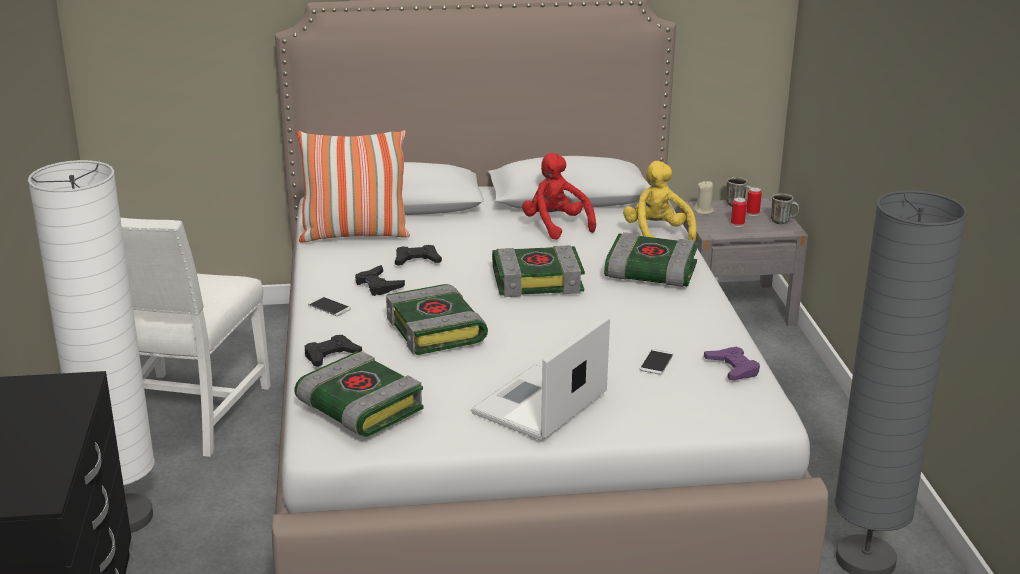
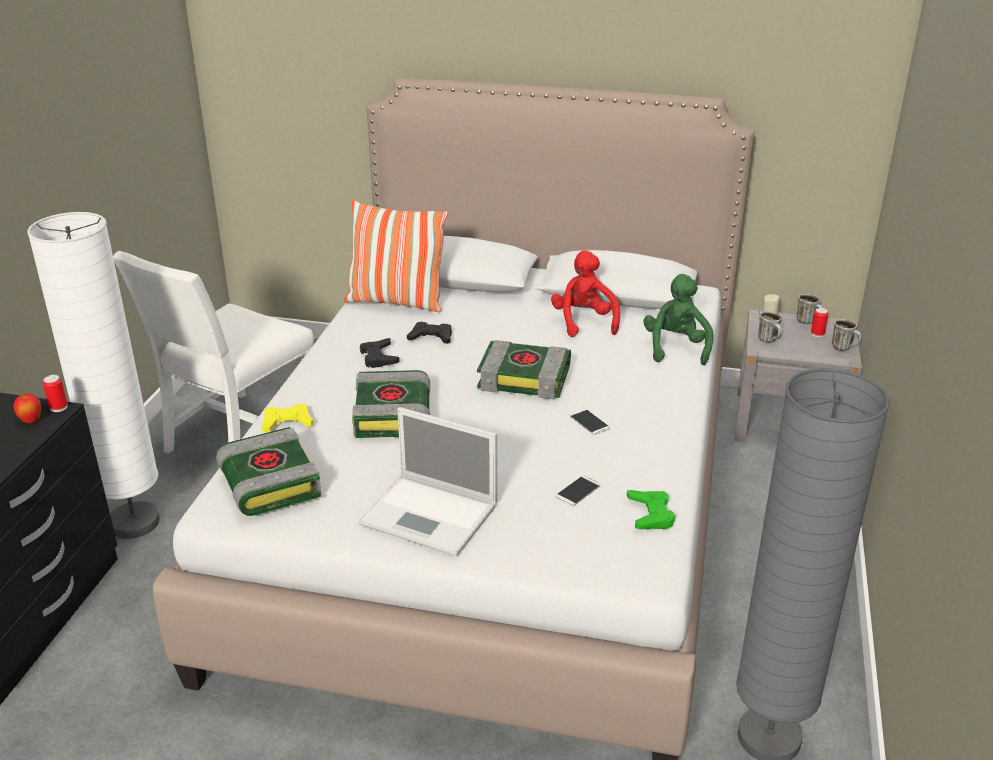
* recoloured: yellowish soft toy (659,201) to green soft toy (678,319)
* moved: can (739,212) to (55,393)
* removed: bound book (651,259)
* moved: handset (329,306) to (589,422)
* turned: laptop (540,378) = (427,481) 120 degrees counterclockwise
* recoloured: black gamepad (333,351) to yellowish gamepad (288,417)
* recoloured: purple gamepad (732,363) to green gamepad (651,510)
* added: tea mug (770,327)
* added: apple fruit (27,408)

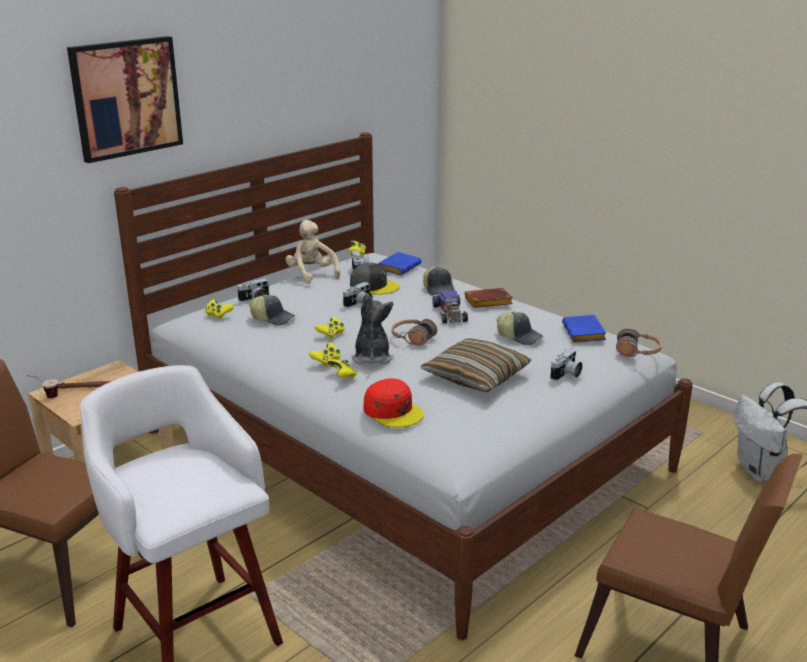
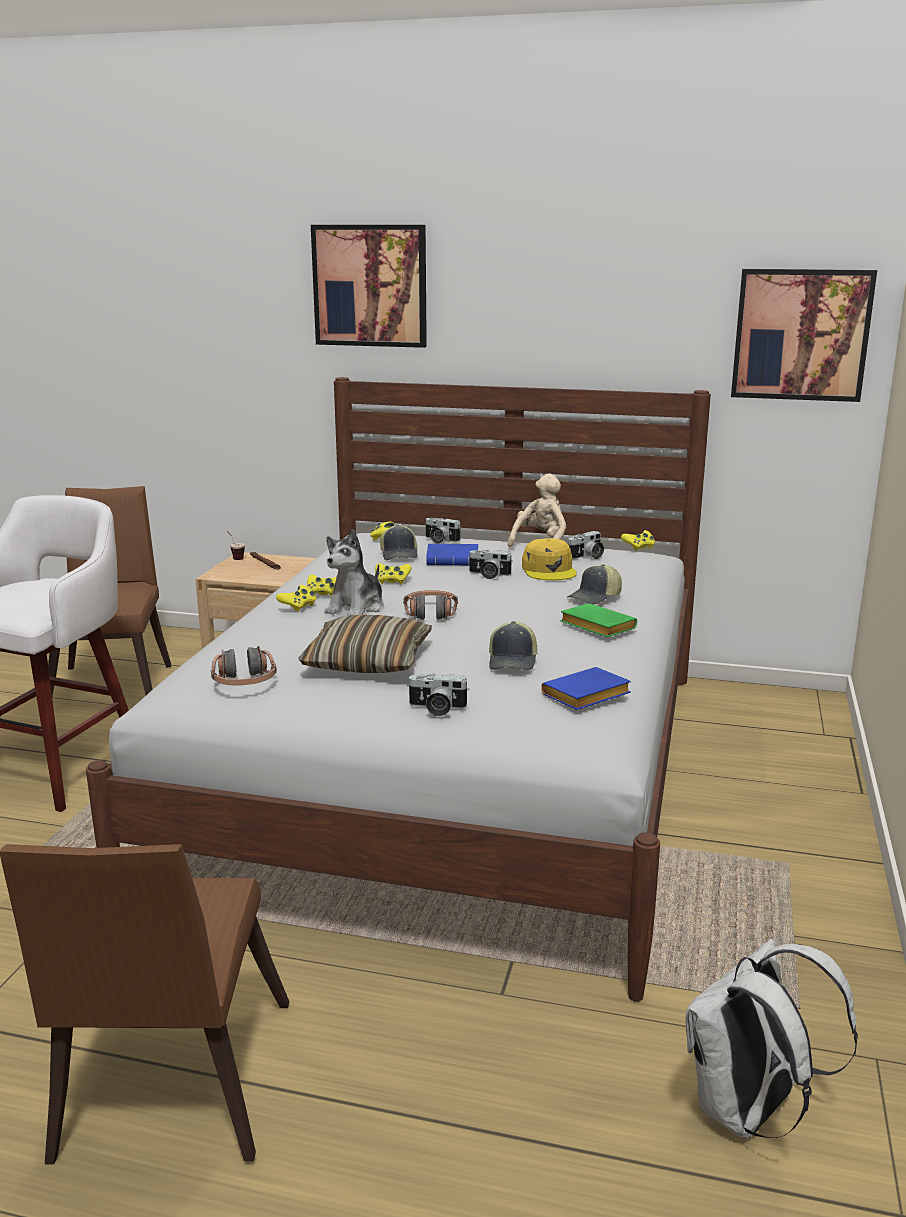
* moved: blue bound book (399,263) to (452,555)
* recoloured: grey peaked cap (374,279) to yellowish peaked cap (549,559)
* recoloured: brown bound book (489,298) to green bound book (598,620)
* removed: toy car (450,306)
* turned: soft toy (372,329) = (354,573) 150 degrees clockwise
* moved: headphones (639,343) to (244,666)
* removed: red peaked cap (393,403)
* added: wall art (804,335)

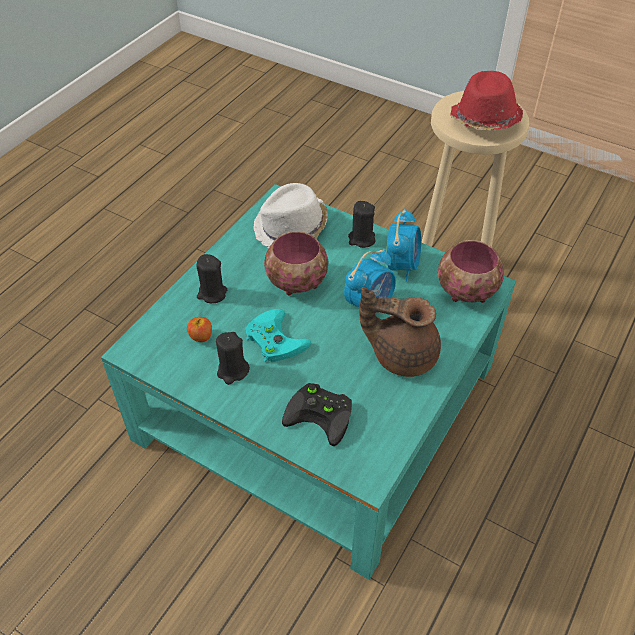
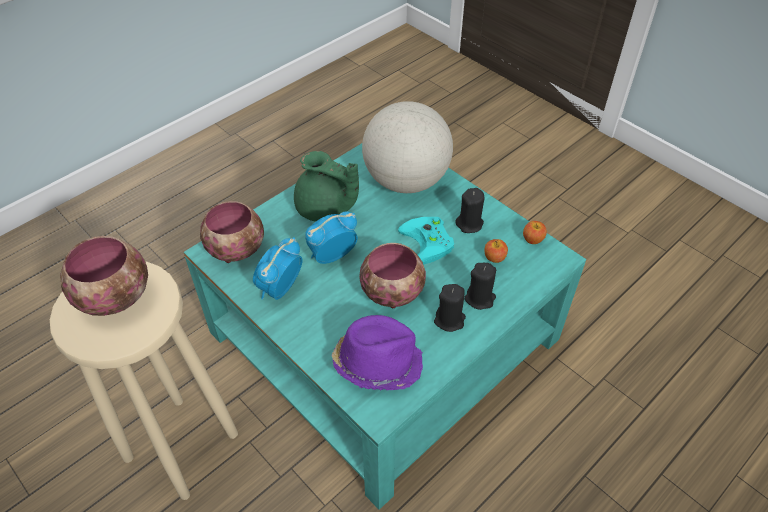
* replaced: red clothing hat (487,101) to serving bowl (104,276)
* recoloured: whitish clothing hat (290,215) to purple clothing hat (377,353)
* moved: black wax light (361,224) to (450,308)
* recoloured: brown pot for tea (400,332) to green pot for tea (326,186)
* replaced: black gamepad (317,414) to desk globe (407,147)
* added: apple fruit (535,232)

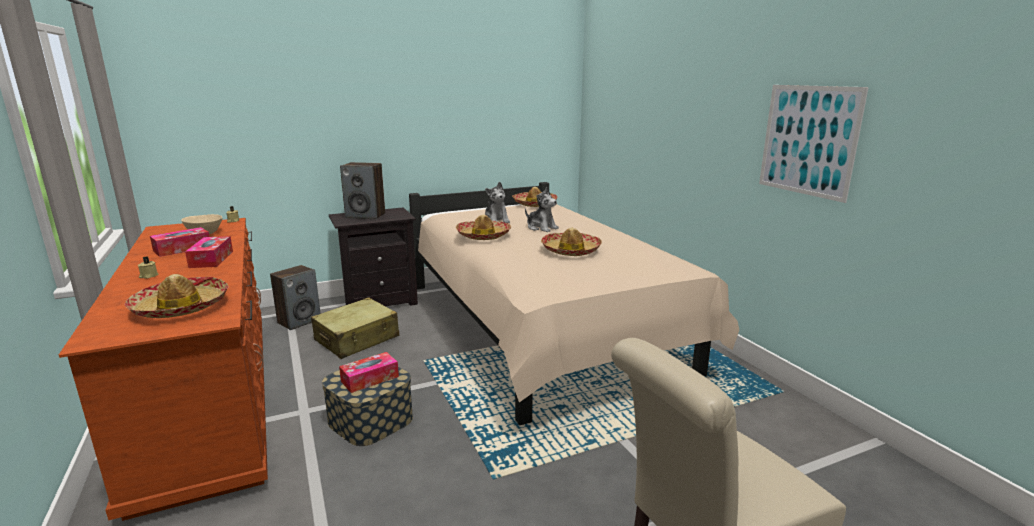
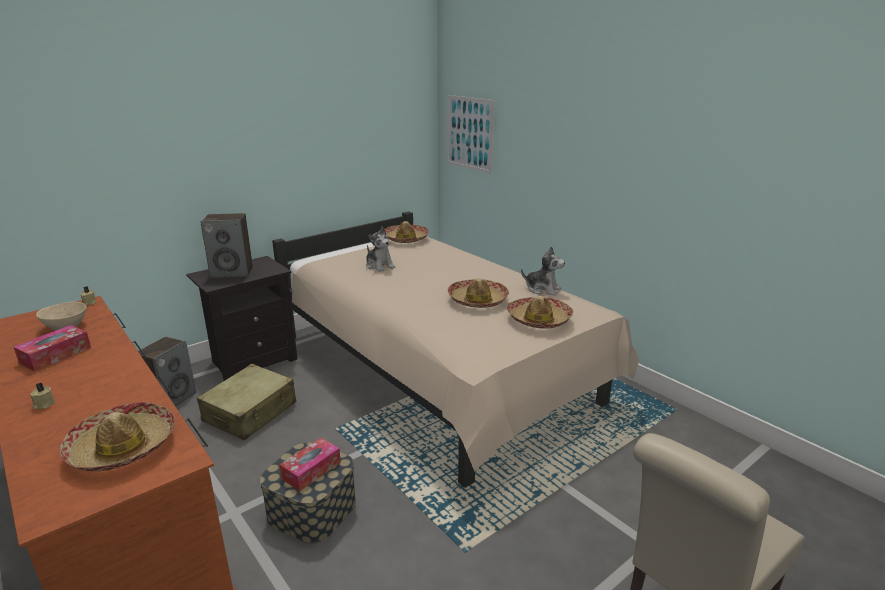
* moved: wall art (814,144) to (471,134)
* moved: soft toy (542,209) to (543,271)
* moved: clothing hat (483,227) to (540,312)
* removed: tissue holder (209,252)

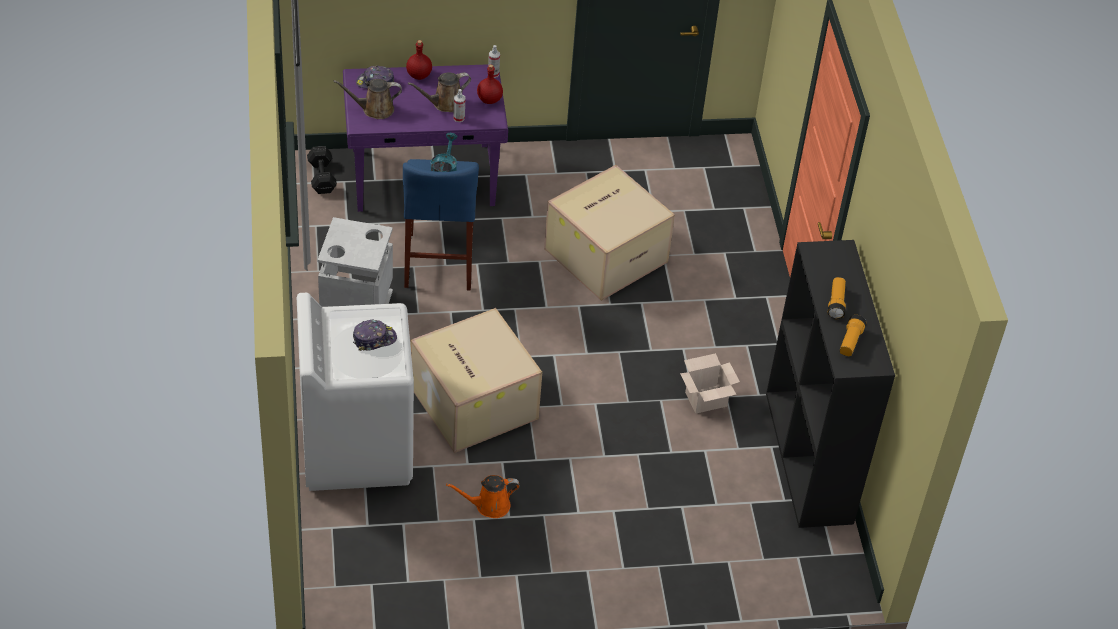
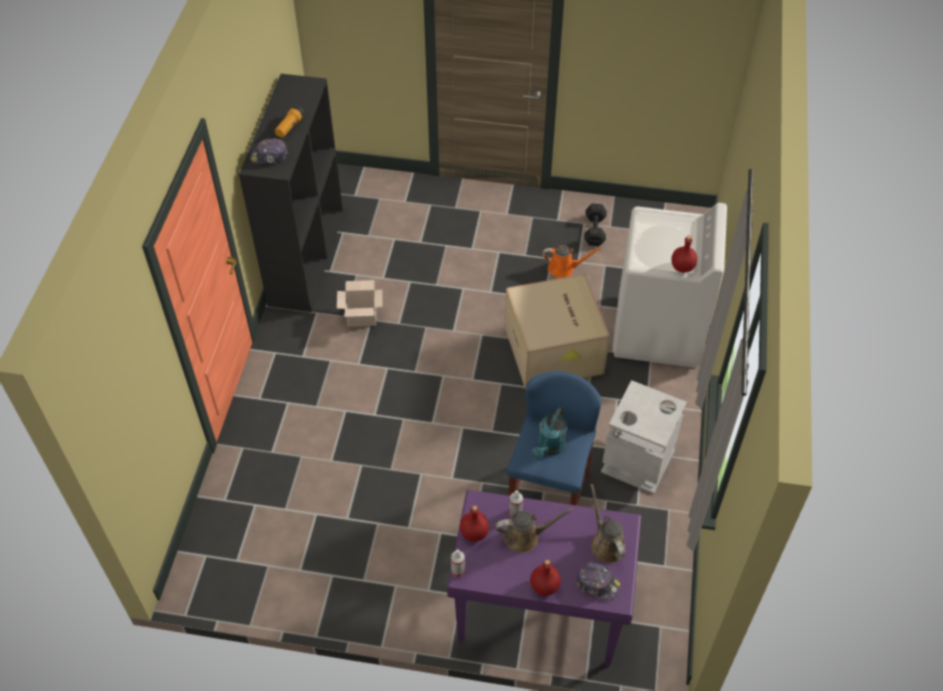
* turned: brown watering pot (367,99) = (607,523) 120 degrees counterclockwise
* moved: black free weight (322,170) to (595,225)
* removed: cardboard box (609,233)
* removed: hand torch (853,335)
* moved: peaked cap (375,335) to (269,151)
* added: red beverage bottle (684,254)

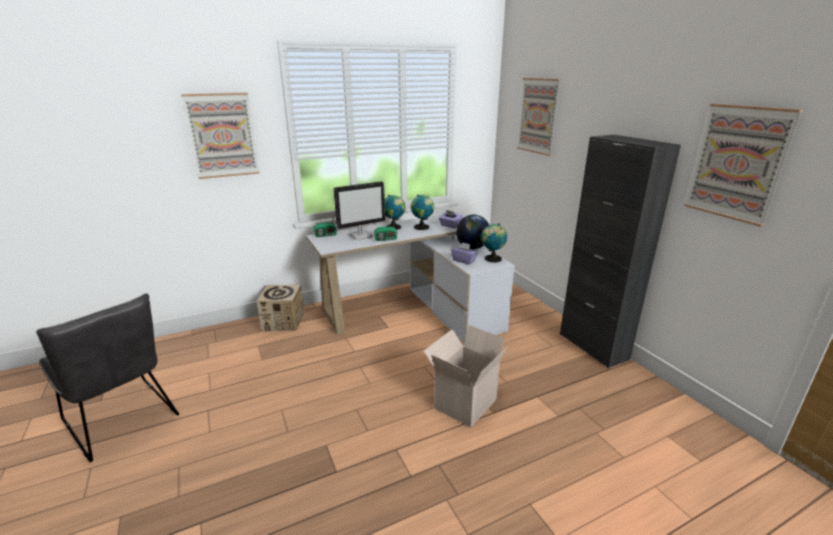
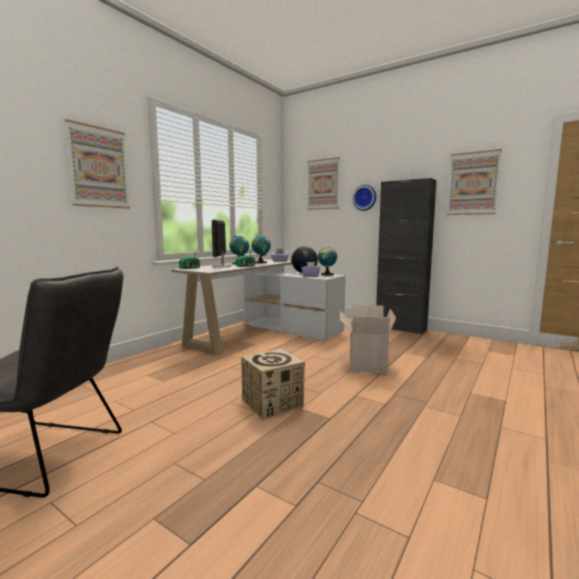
* turned: monitor (359,211) = (221,243) 150 degrees clockwise
* moved: cardboard box (280,308) to (273,384)
* added: wall clock (364,198)

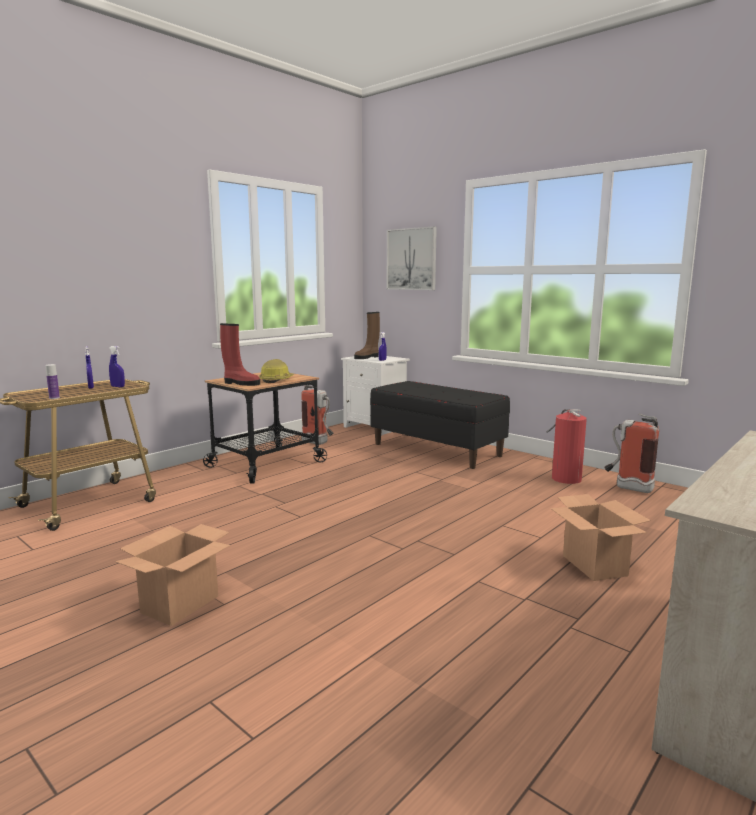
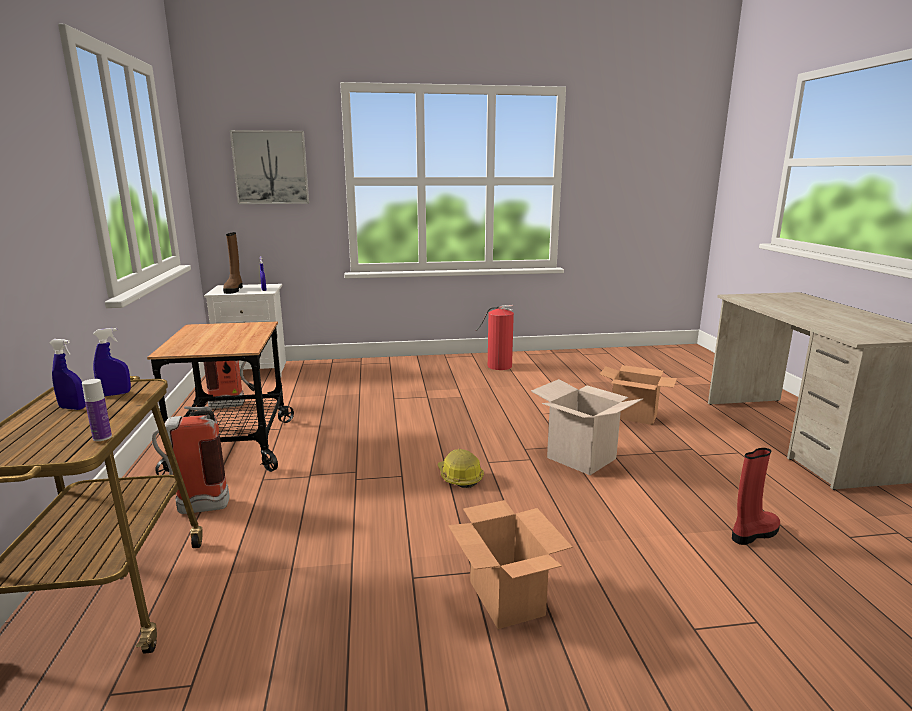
* moved: red boot (240,354) to (756,496)
* moved: work helmet (276,371) to (460,468)
* removed: black bench (440,425)
* moved: fire extinguisher (631,453) to (191,460)
* added: cardboard box (587,427)

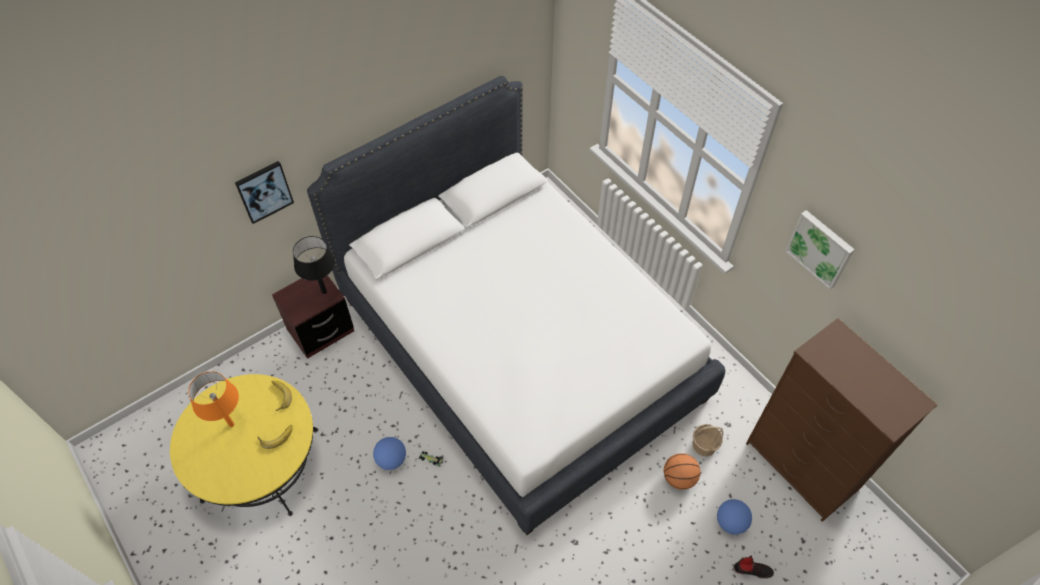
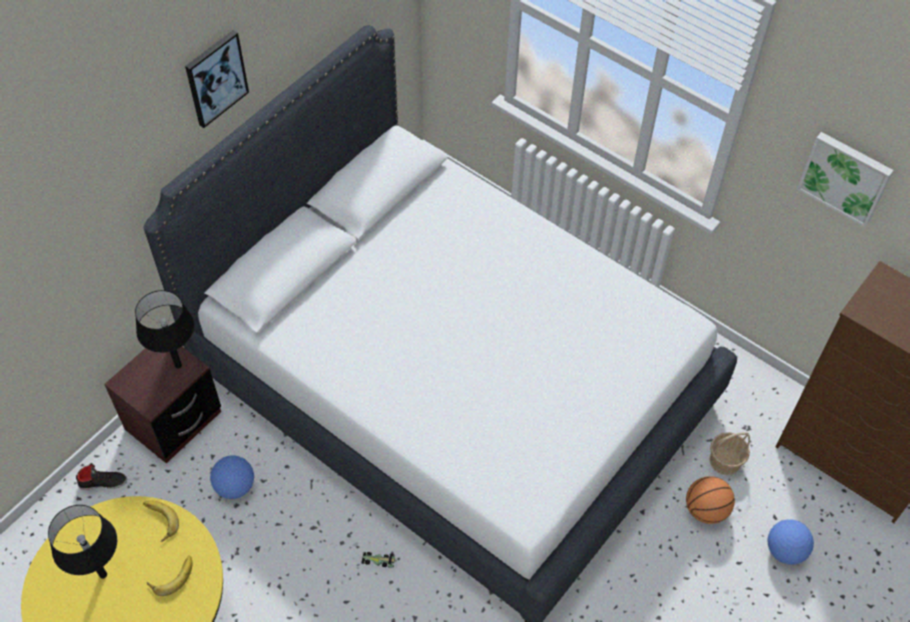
* moved: wall art (264,192) to (217,79)
* recoloured: orange lamp for a table (213,399) to black lamp for a table (82,542)
* moved: football ball (389,453) to (232,477)
* moved: black shoe (753,567) to (101,476)

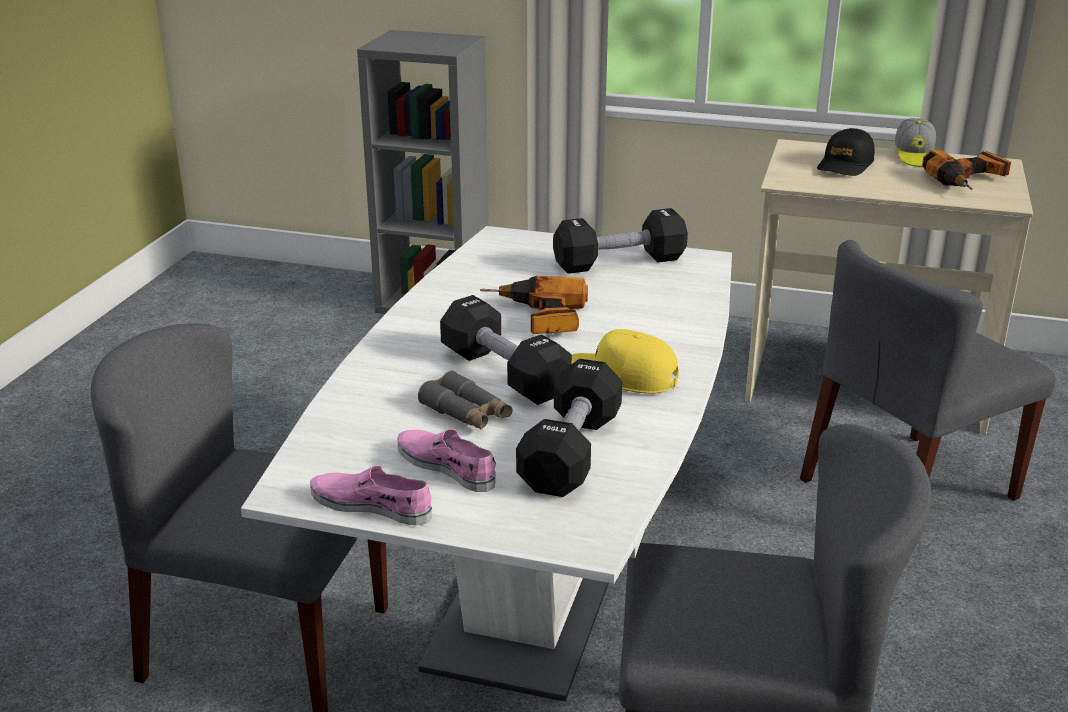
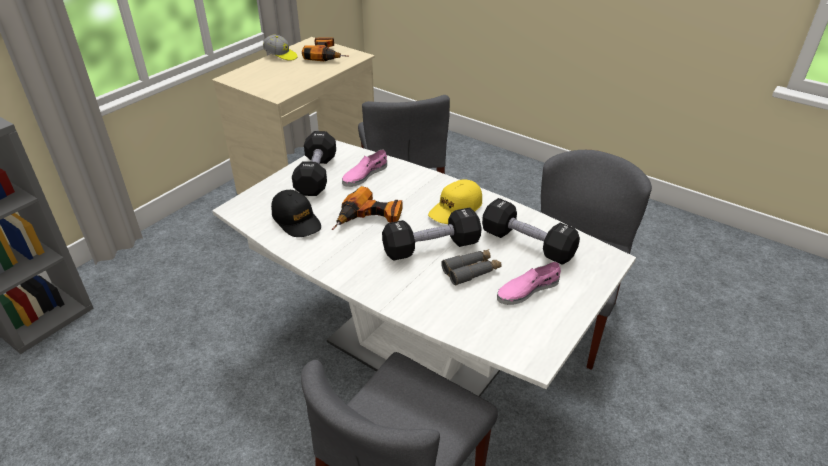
* moved: black peaked cap (846,152) to (296,213)
* moved: pink-coloured shoe (371,495) to (364,168)

